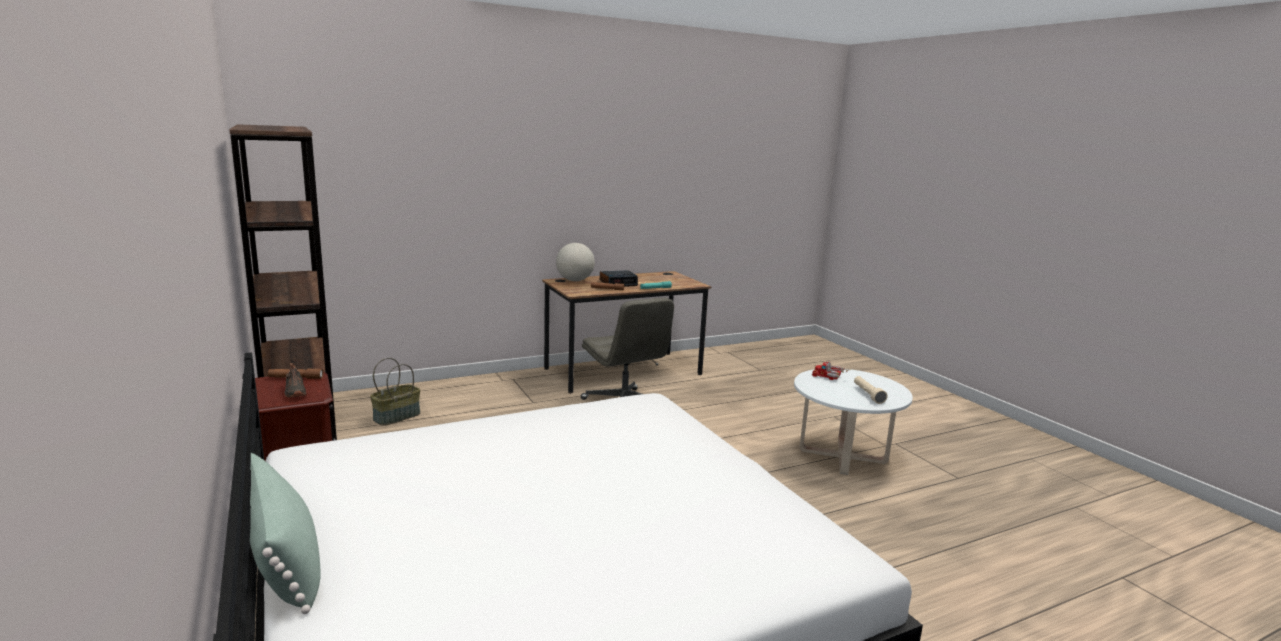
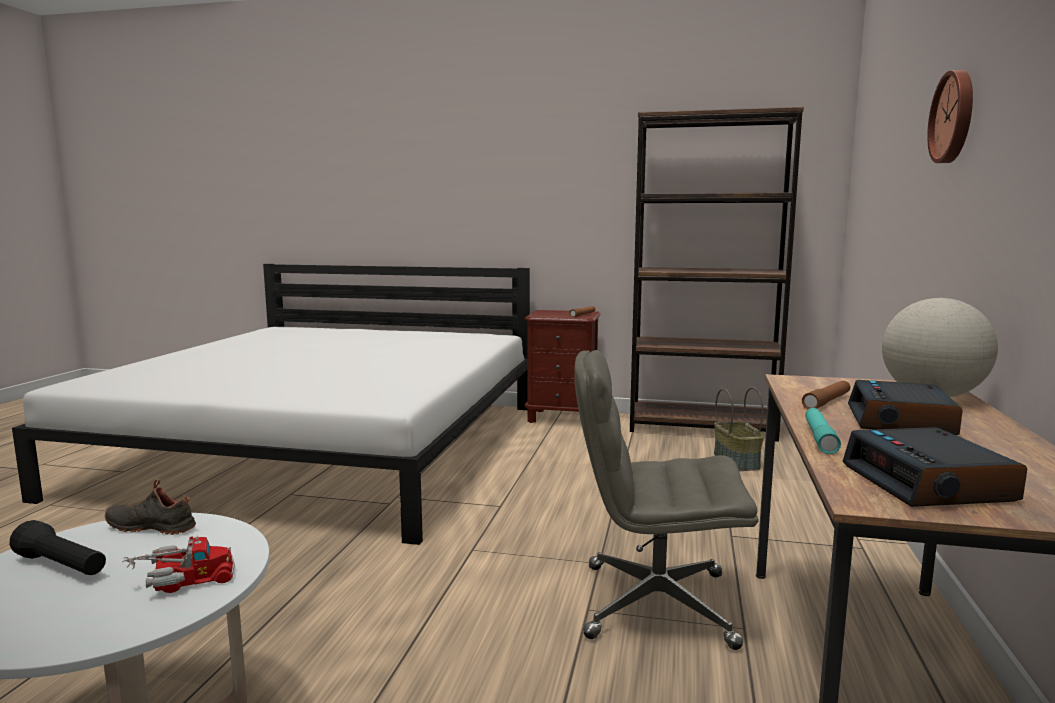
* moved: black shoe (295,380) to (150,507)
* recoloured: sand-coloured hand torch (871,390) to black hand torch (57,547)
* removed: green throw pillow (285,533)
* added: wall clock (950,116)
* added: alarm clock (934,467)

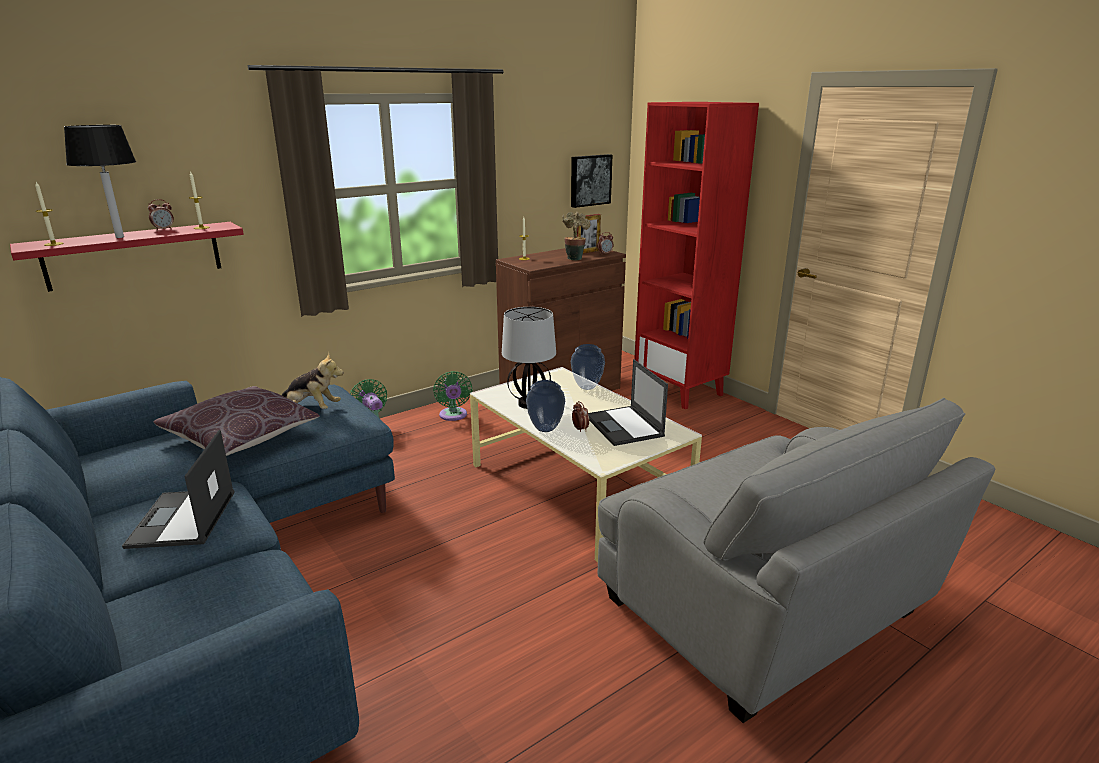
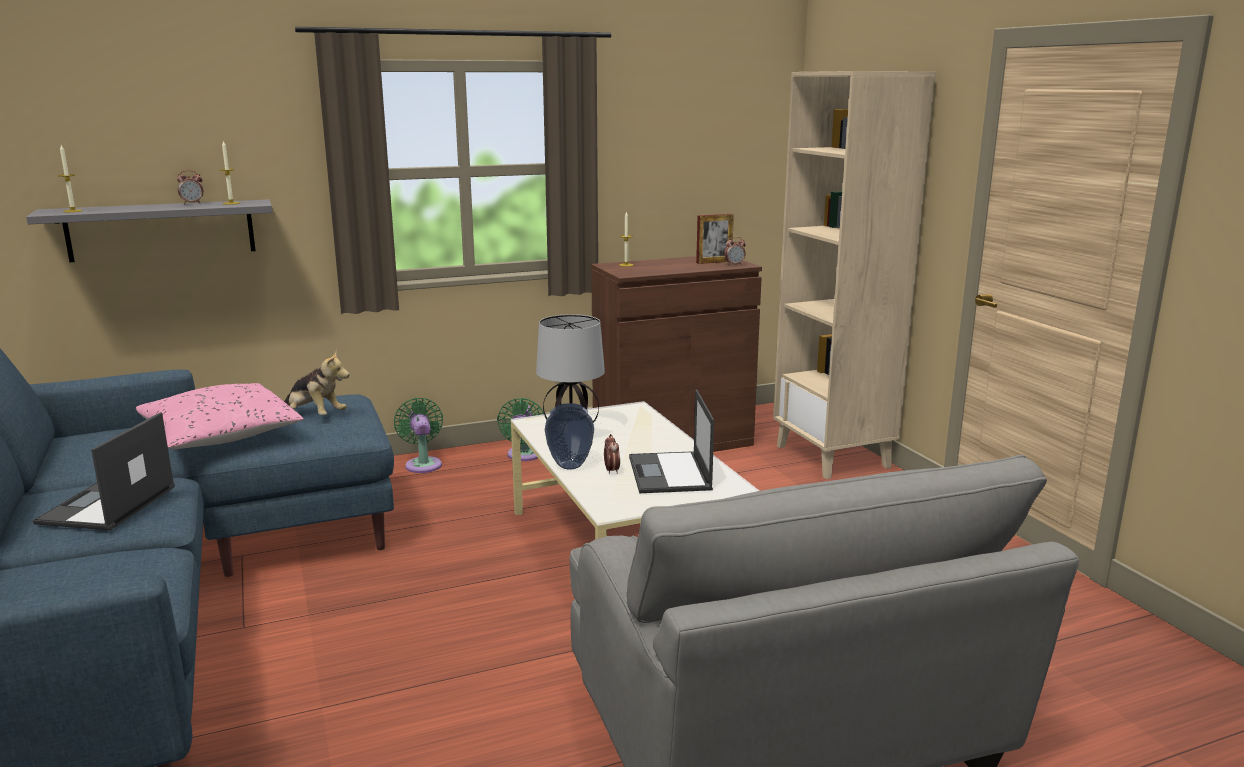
* recoloured: red bookshelf (696,255) to sand-coloured bookshelf (854,275)
* removed: black lamp for a table (100,181)
* removed: wall art (591,181)
* removed: houseplant (576,236)
* recoloured: red shelf (127,257) to grey shelf (149,230)
* removed: decorative vase (588,367)
* recoloured: brown throw pillow (237,421) to pink-coloured throw pillow (220,416)

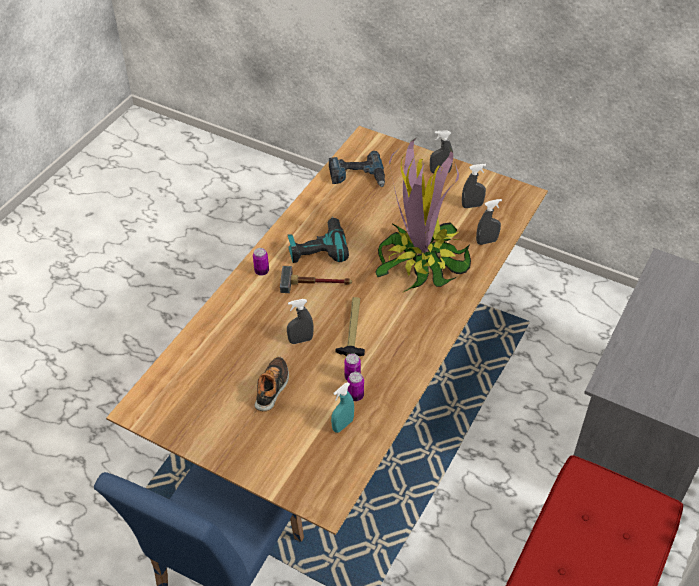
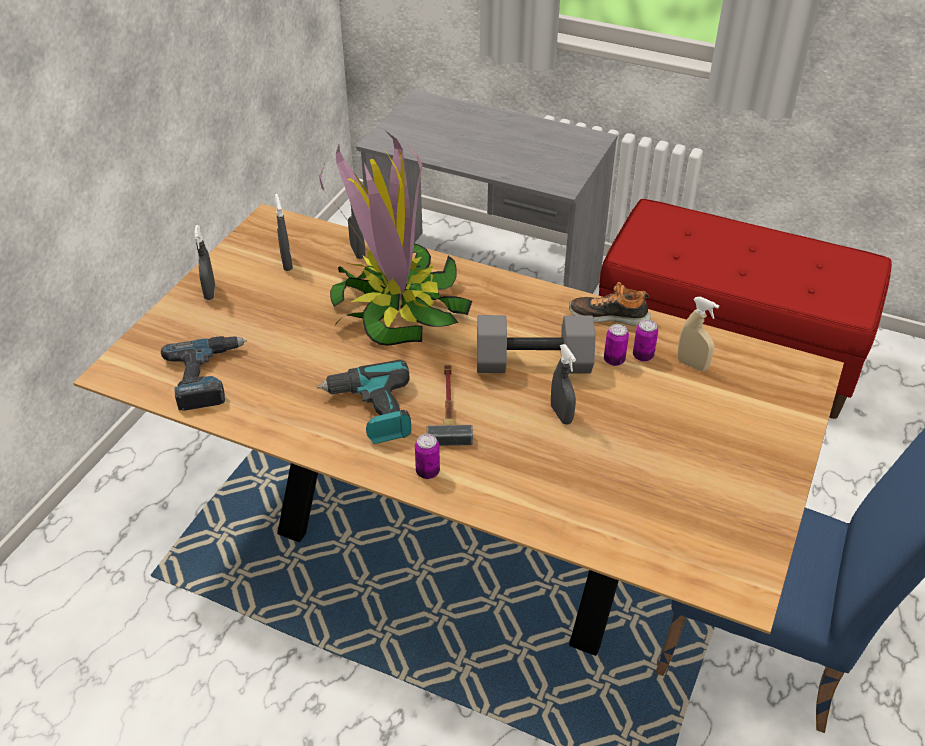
* replaced: tool hammer (350,326) to grey free weight (536,344)
* moved: shoe (272,384) to (610,304)
* recoloured: turquoise-coloured sprayer (342,407) to sand-coloured sprayer (698,334)

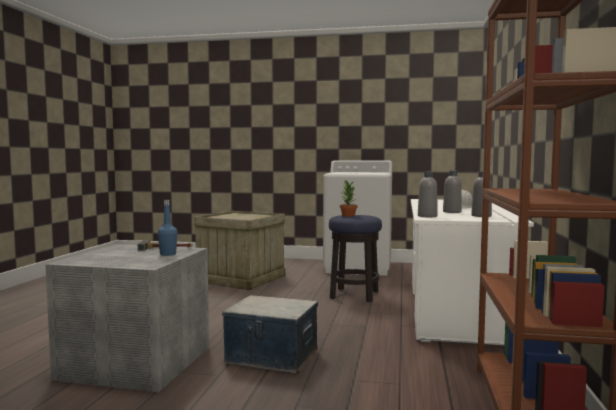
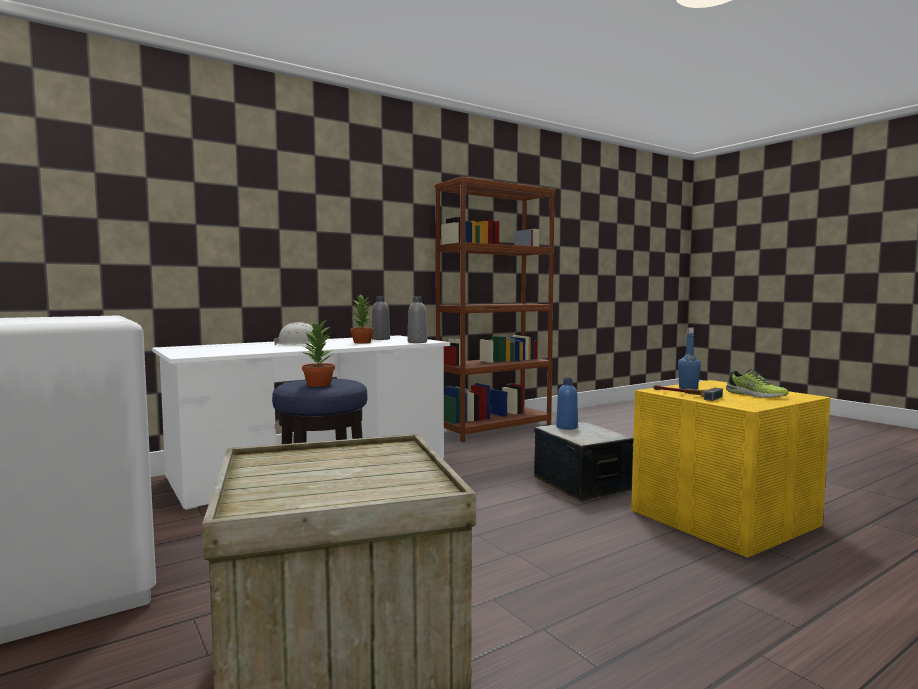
* replaced: grey beverage bottle (452,191) to houseplant (362,318)
* recoloured: grey storage bin (127,318) to yellowish storage bin (730,469)
* added: shoe (757,383)
* added: blue beverage bottle (567,404)

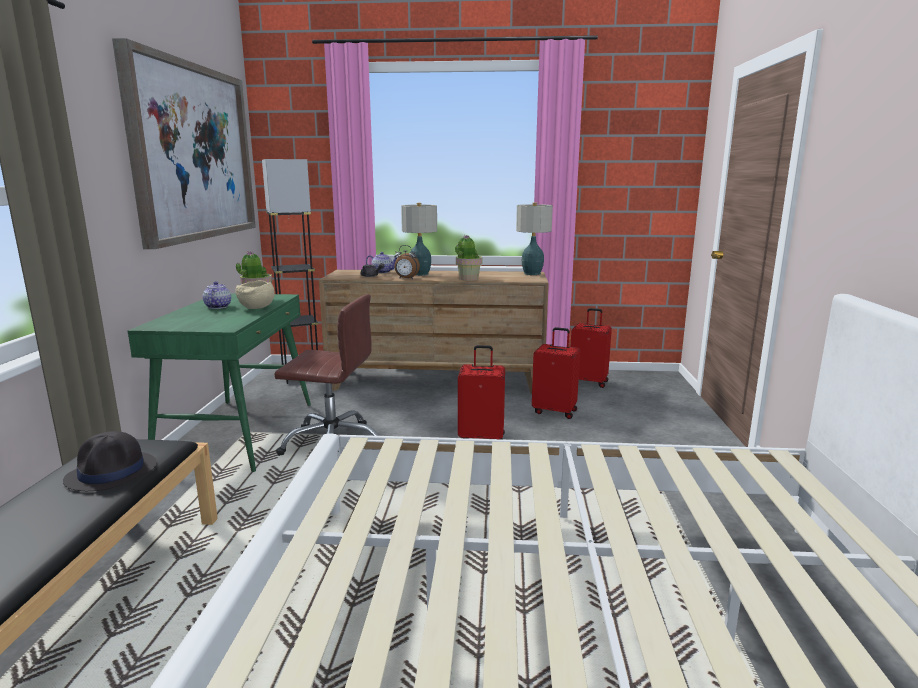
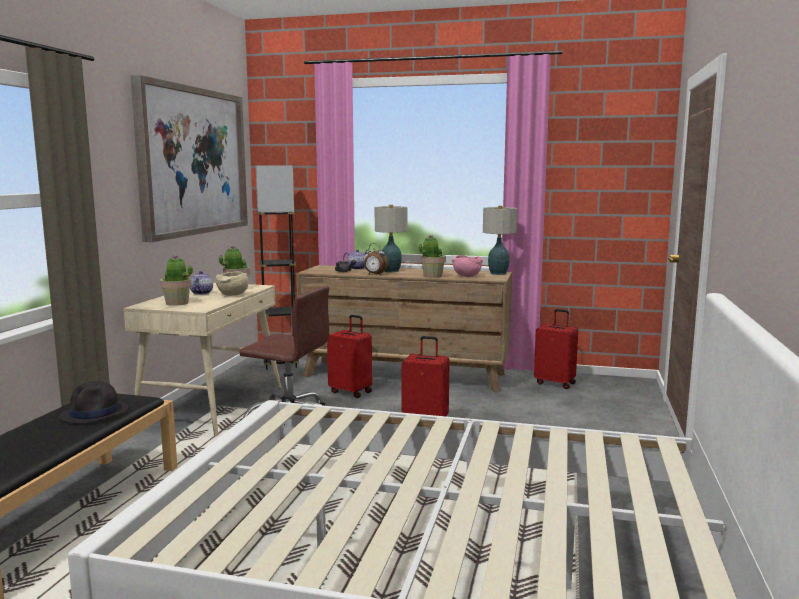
* recoloured: green desk unit (219,383) to sand-coloured desk unit (202,359)
* moved: red suitcase (556,373) to (349,356)
* added: houseplant (176,280)
* added: pink-coloured serving bowl (467,266)

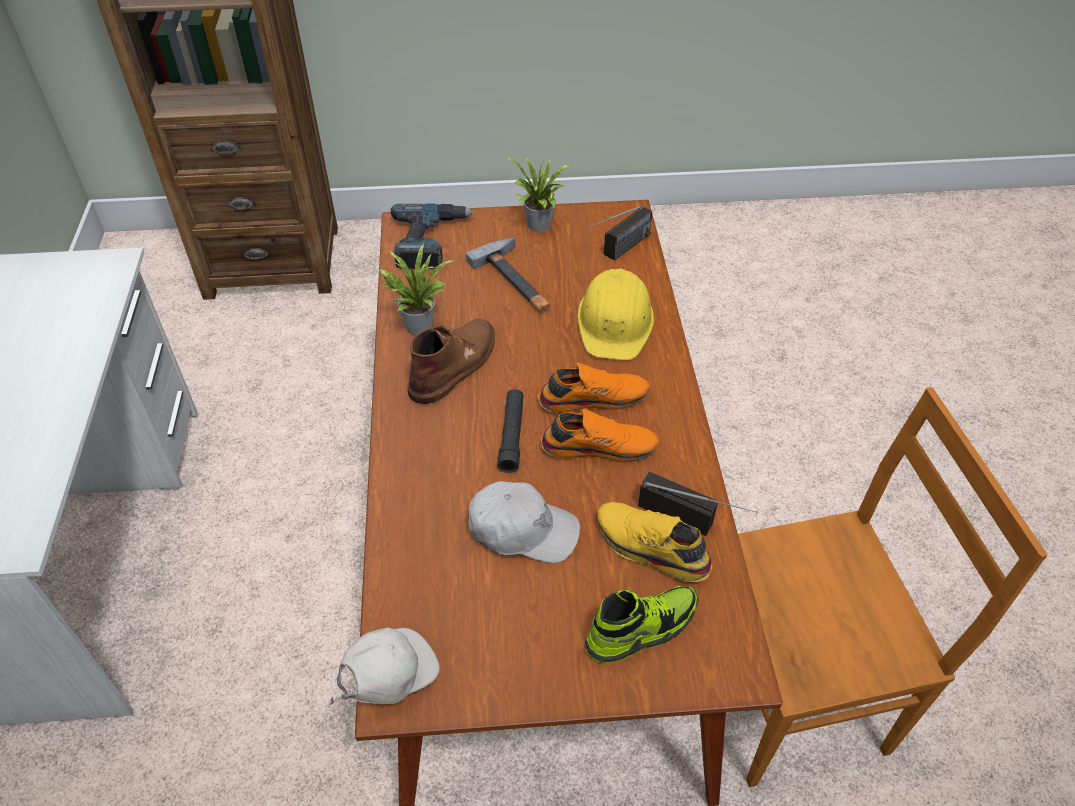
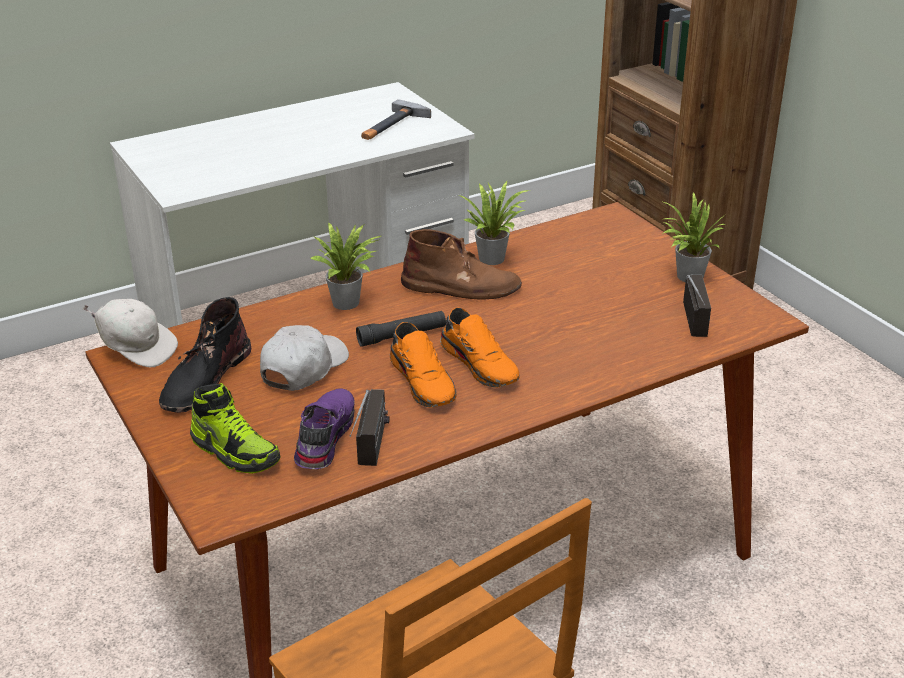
* removed: power drill (433,236)
* turned: radio (619,233) = (697,306) 105 degrees counterclockwise
* moved: tool hammer (508,275) to (396,119)
* removed: yellowish work helmet (616,314)
* turned: whitish peaked cap (524,522) = (304,358) 135 degrees counterclockwise
* recoloured: yellowish shoe (655,542) to purple shoe (324,428)
* added: houseplant (345,266)
* added: black boot (205,355)

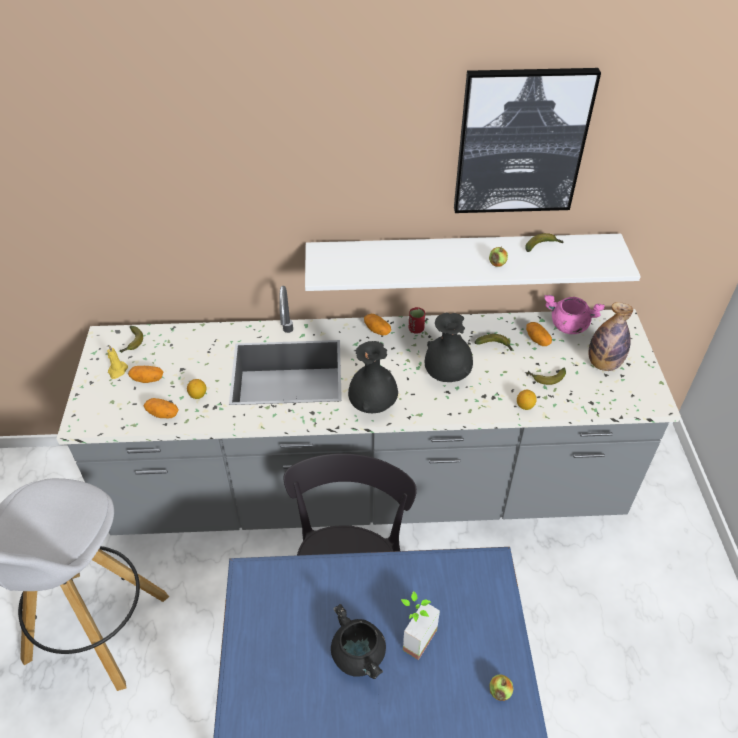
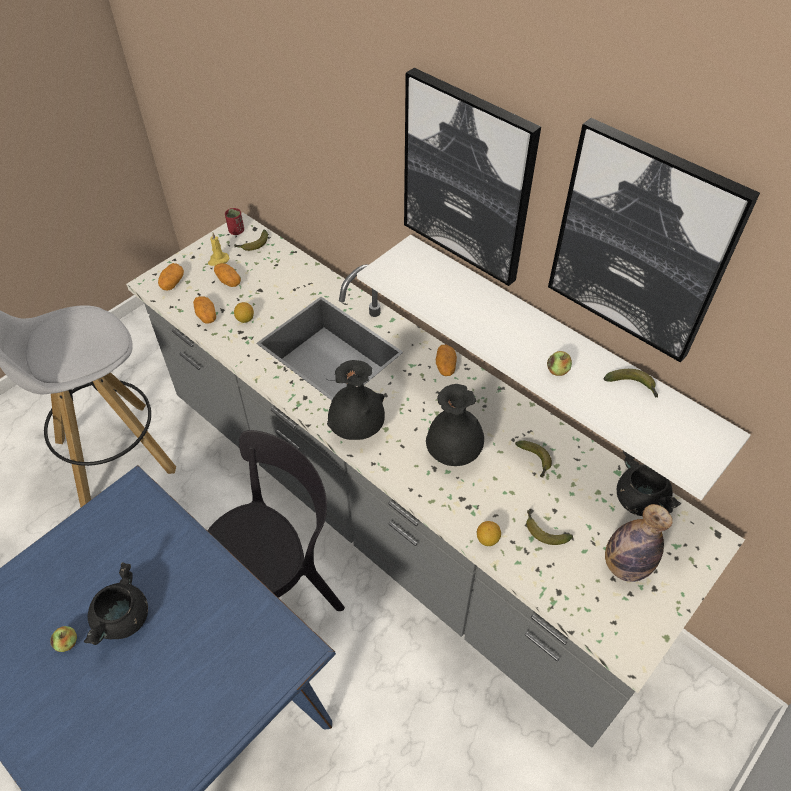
* recoloured: pink-coloured saucepot (574,314) to black saucepot (649,483)
* moved: red drinking cup (417,320) to (234,221)
* moved: whole potato (539,334) to (171,277)
* removed: houseplant (420,625)
* moved: apple fruit (501,687) to (63,639)
* added: wall art (472,177)

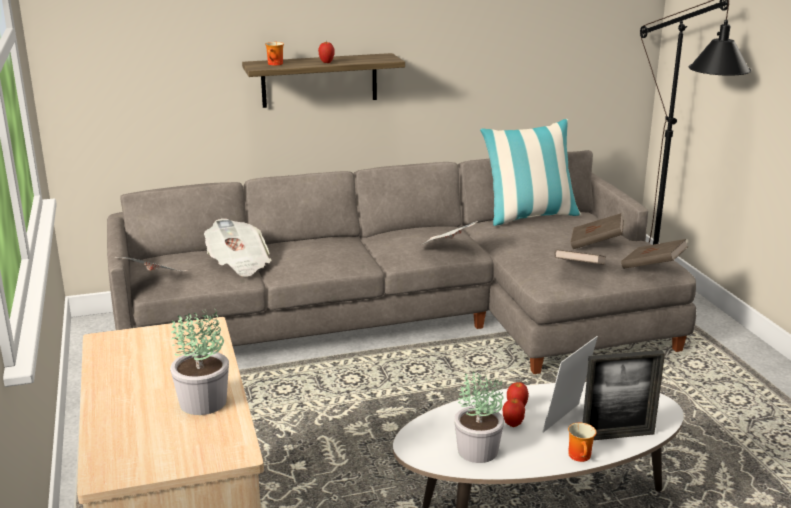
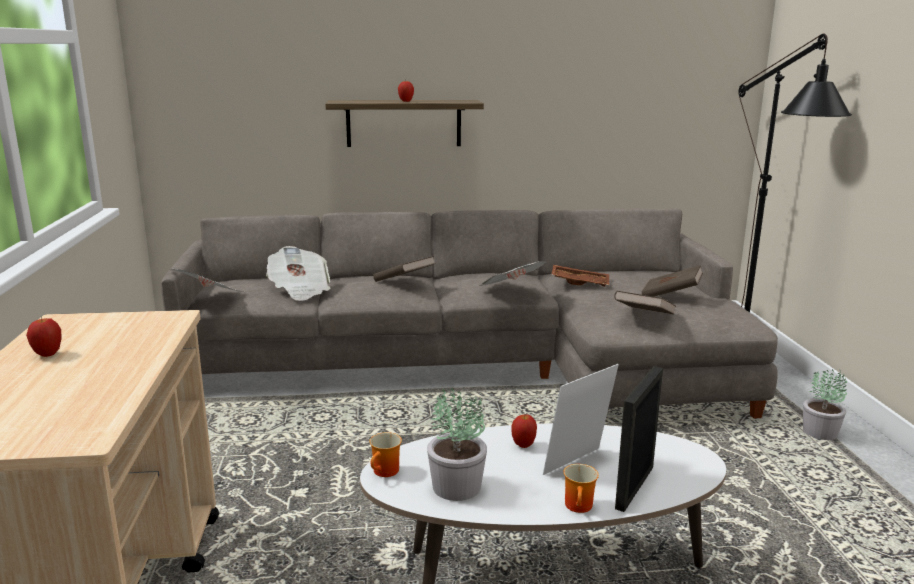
* moved: tea mug (274,53) to (385,454)
* removed: throw pillow (530,172)
* moved: brown bound book (655,254) to (404,269)
* moved: houseplant (199,362) to (825,404)
* turned: photo frame (624,395) = (639,439) 120 degrees clockwise
* moved: apple fruit (514,412) to (44,337)
* added: brown serving tray (580,276)

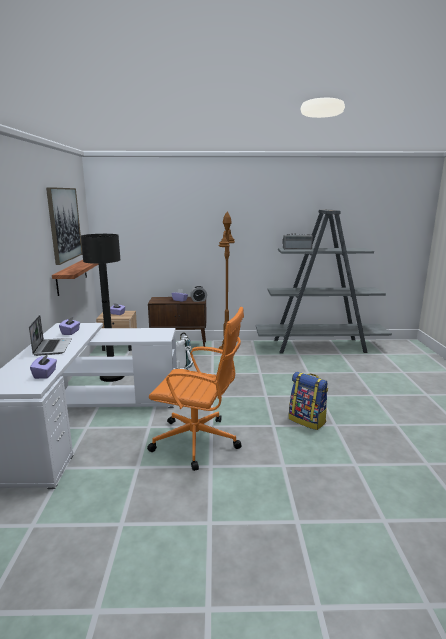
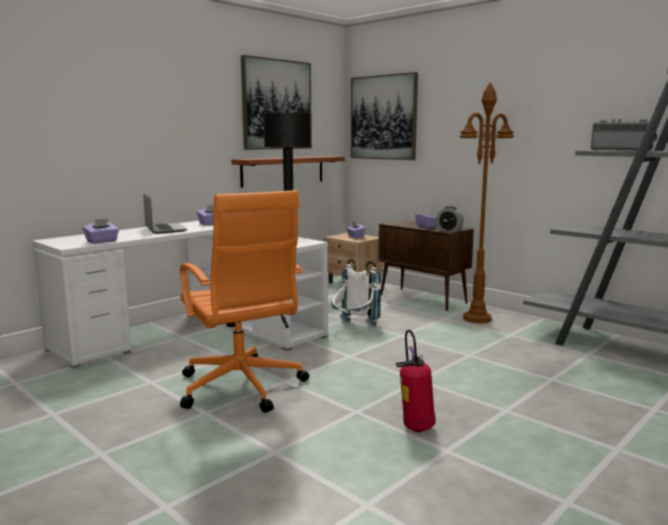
* turned: laptop (50,335) = (165,214) 60 degrees counterclockwise
* replaced: knapsack (308,401) to fire extinguisher (416,381)
* added: wall art (384,116)

